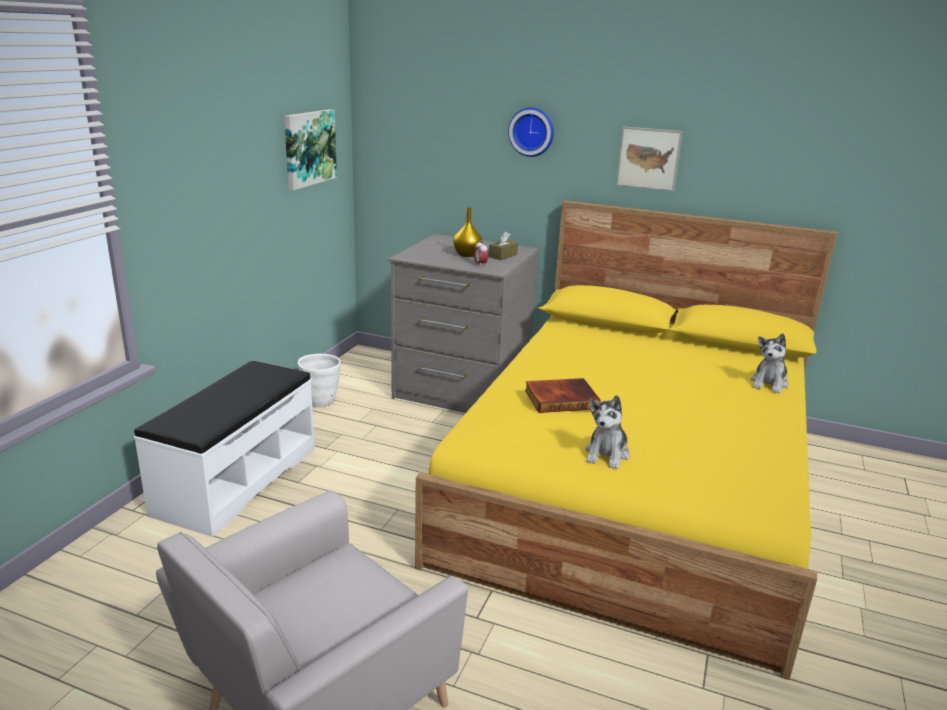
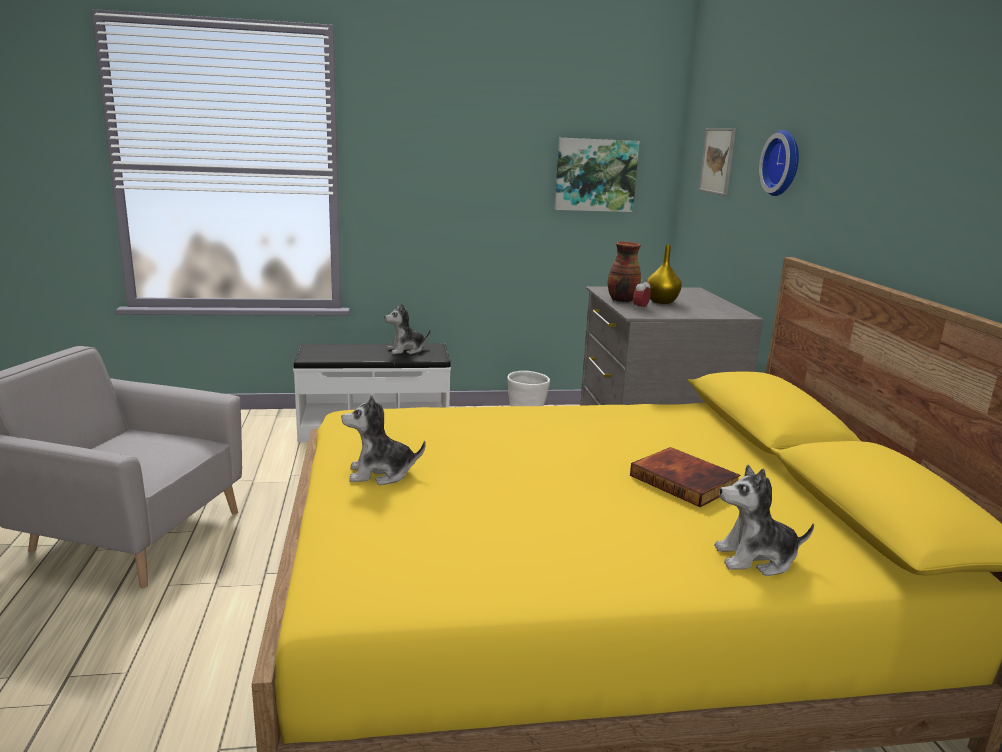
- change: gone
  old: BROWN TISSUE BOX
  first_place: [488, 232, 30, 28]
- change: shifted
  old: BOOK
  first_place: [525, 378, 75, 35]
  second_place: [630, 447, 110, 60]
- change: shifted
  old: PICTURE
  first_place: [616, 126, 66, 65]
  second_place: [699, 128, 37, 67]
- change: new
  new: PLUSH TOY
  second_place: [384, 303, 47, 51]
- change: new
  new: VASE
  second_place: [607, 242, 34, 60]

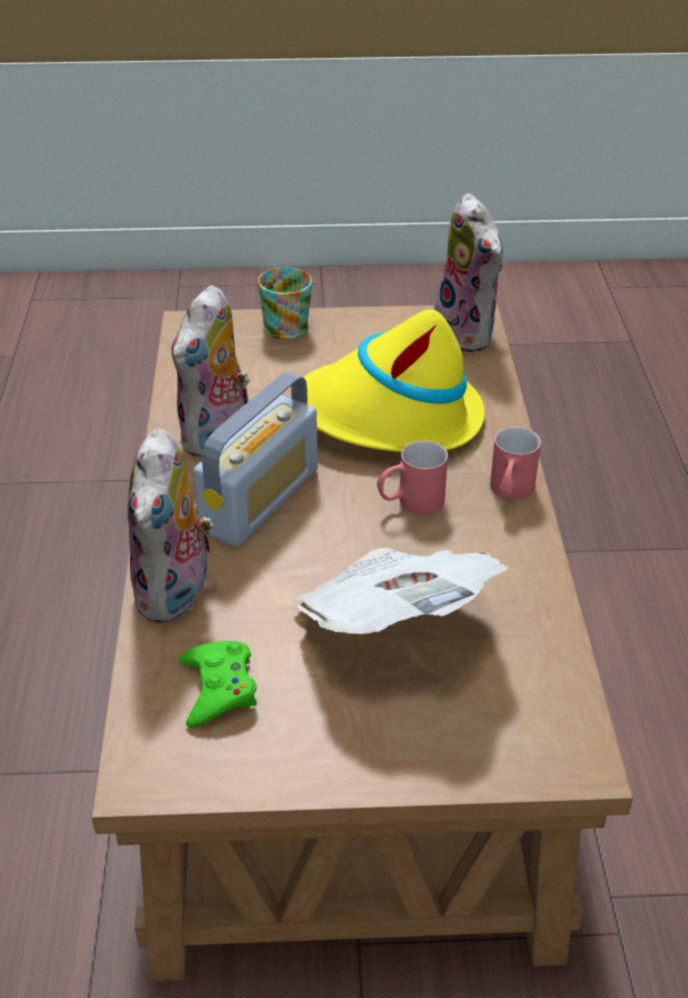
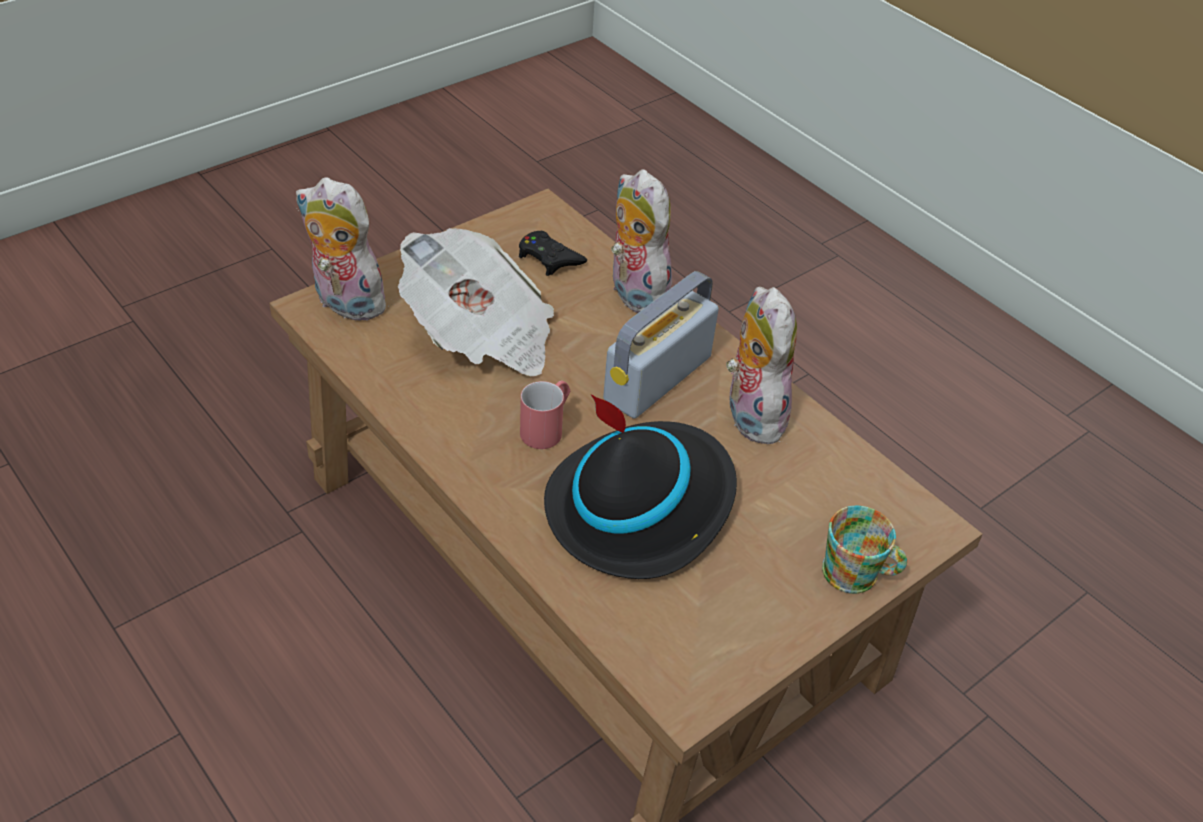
- change: repainted
  old: GREEN GAME CONTROLLER
  new: BLACK GAME CONTROLLER
  first_place: [179, 641, 78, 86]
  second_place: [519, 231, 68, 45]
- change: rotated
  old: RADIO
  first_place: [193, 372, 125, 175]
  second_place: [603, 271, 116, 148]
  degrees: 45
- change: repainted
  old: YELLOW HAT
  new: BLACK HAT
  first_place: [303, 309, 182, 143]
  second_place: [544, 394, 193, 185]
- change: shifted
  old: PLUSH TOY
  first_place: [434, 193, 69, 159]
  second_place: [296, 177, 96, 144]
- change: gone
  old: RED MUG
  first_place: [490, 427, 51, 73]

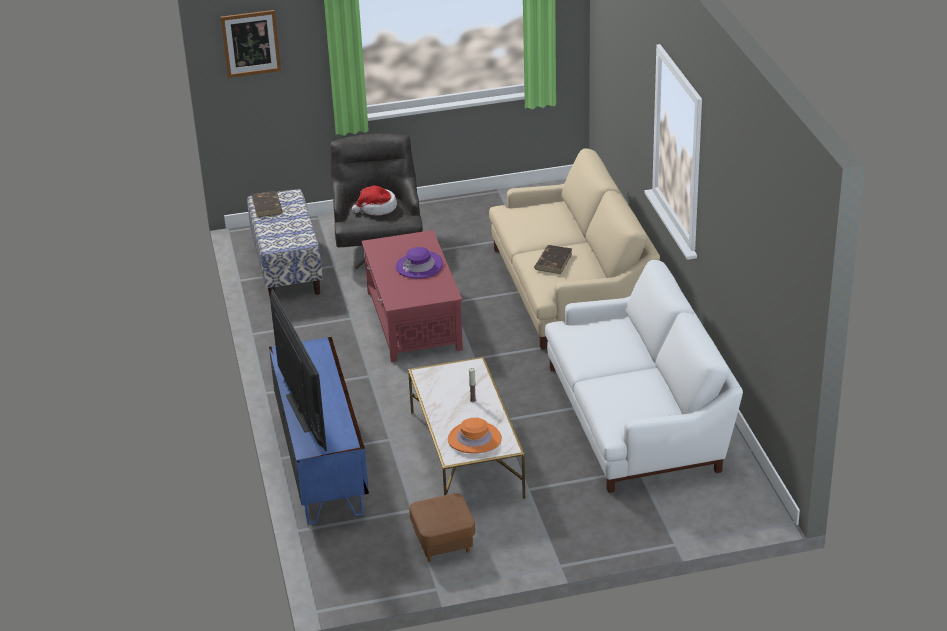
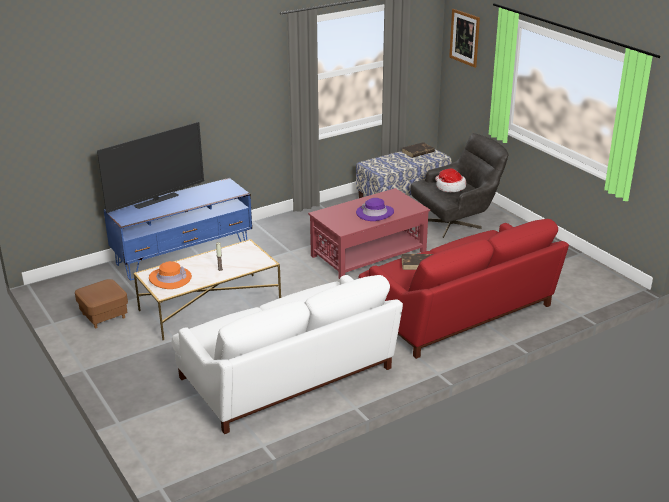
- change: repainted
  old: BEIGE SOFA
  new: RED SOFA
  first_place: [489, 148, 171, 202]
  second_place: [358, 219, 211, 140]

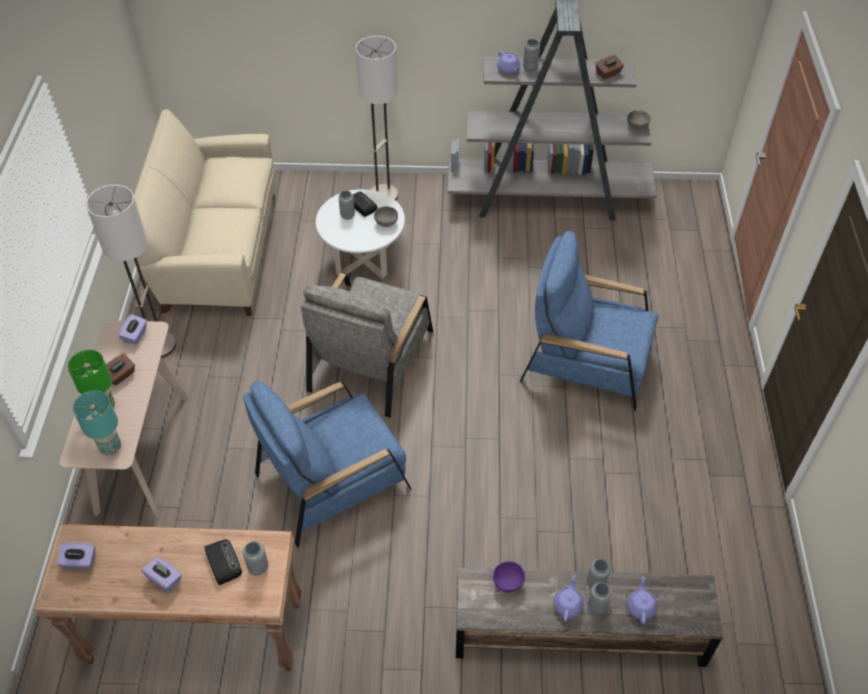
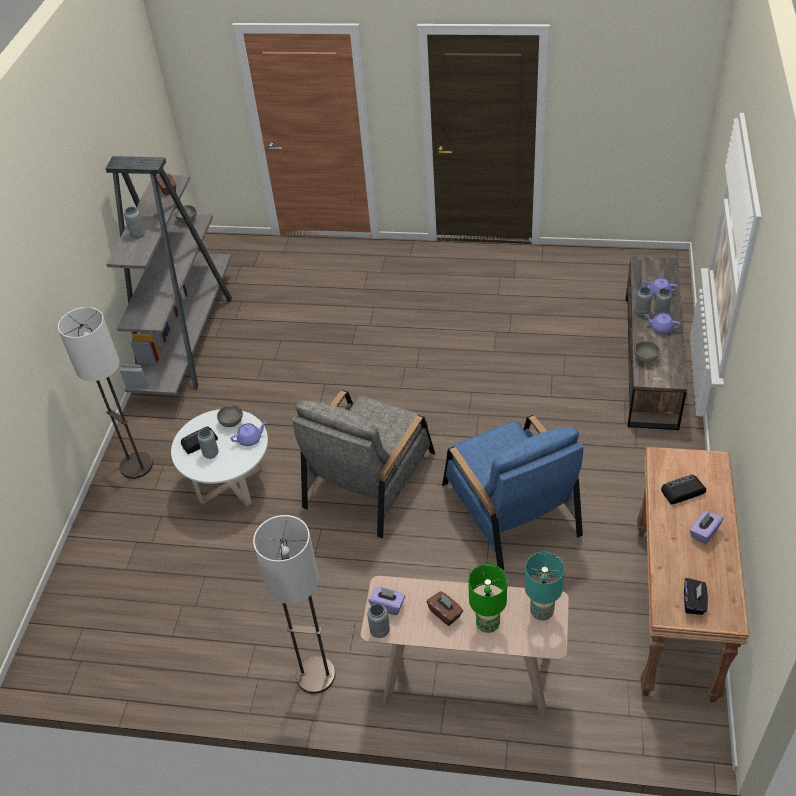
- change: repainted
  old: PURPLE TISSUE BOX
  new: BLACK TISSUE BOX
  first_place: [56, 543, 39, 27]
  second_place: [684, 578, 24, 37]
- change: gone
  old: BEIGE SOFA
  first_place: [134, 109, 142, 207]
- change: shifted
  old: GREY VASE
  first_place: [243, 541, 26, 35]
  second_place: [367, 603, 23, 35]
- change: rotated
  old: GREY ARMCHAIR
  first_place: [301, 272, 132, 146]
  second_place: [292, 390, 143, 148]
  degrees: 90
- change: repainted
  old: PURPLE BOWL
  new: GREY BOWL
  first_place: [493, 561, 32, 32]
  second_place: [634, 341, 26, 22]
- change: shifted
  old: PURPLE TEAPOT
  first_place: [497, 51, 24, 23]
  second_place: [231, 422, 36, 24]
- change: gone
  old: BLUE ARMCHAIR
  first_place: [520, 231, 138, 180]

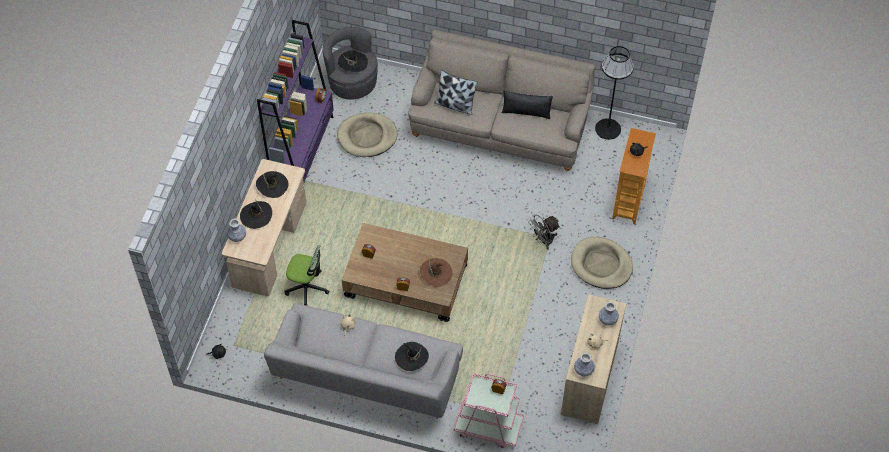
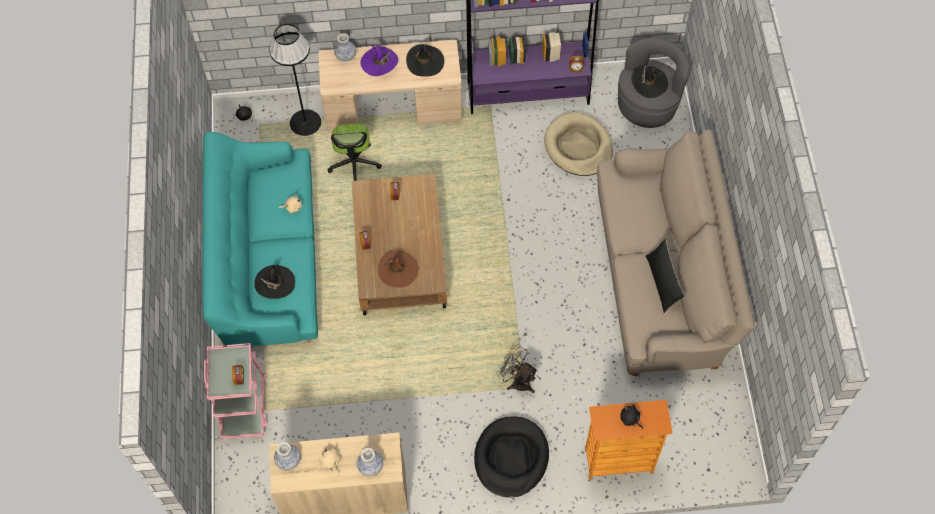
- change: repainted
  old: BLACK HAT
  new: PURPLE HAT
  first_place: [240, 199, 32, 30]
  second_place: [360, 44, 38, 32]
- change: repainted
  old: GREY SOFA
  new: TURQUOISE SOFA
  first_place: [264, 303, 199, 116]
  second_place: [202, 132, 116, 215]
- change: gone
  old: PILLOW
  first_place: [434, 70, 44, 45]
- change: repainted
  old: BEIGE DOG BED
  new: BLACK DOG BED
  first_place: [571, 237, 62, 52]
  second_place: [474, 416, 75, 82]
- change: shifted
  old: BLACK FLOOR LAMP
  first_place: [595, 46, 39, 94]
  second_place: [269, 24, 52, 112]

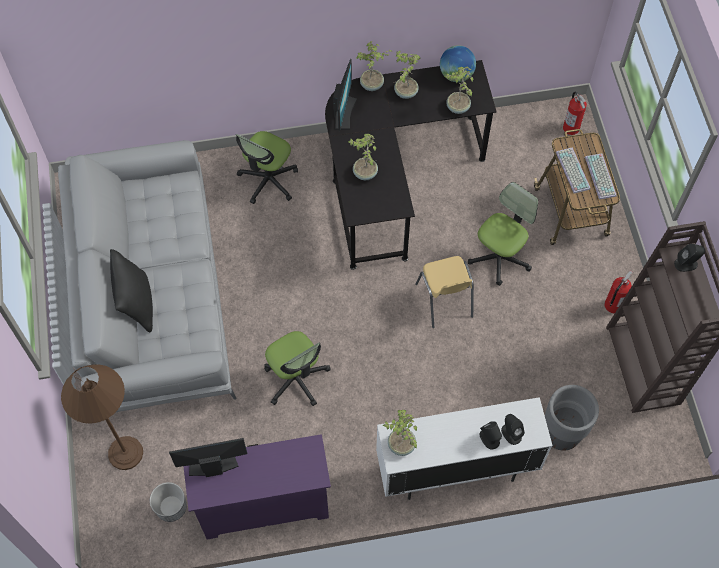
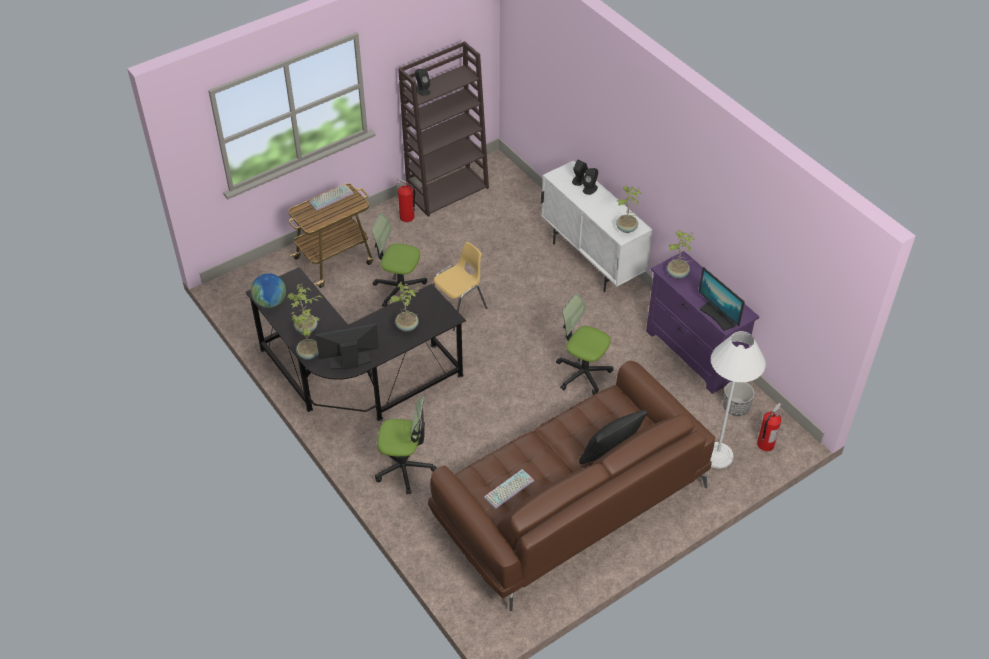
- change: repainted
  old: GREY SOFA
  new: BROWN SOFA
  first_place: [58, 140, 178, 273]
  second_place: [428, 361, 287, 250]
- change: repainted
  old: BROWN FLOOR LAMP
  new: WHITE FLOOR LAMP
  first_place: [61, 364, 82, 106]
  second_place: [710, 331, 56, 138]
- change: rotated
  old: OFFICE CHAIR
  first_place: [264, 331, 67, 75]
  second_place: [556, 293, 57, 102]
  degrees: -90
- change: shifted
  old: POTTED PLANT
  first_place: [444, 66, 29, 48]
  second_place: [667, 230, 28, 49]
- change: gone
  old: GREY PLANTER
  first_place: [545, 385, 54, 66]
- change: shifted
  old: KEYBOARD
  first_place: [556, 147, 35, 47]
  second_place: [484, 469, 50, 40]
- change: shifted
  old: FIRE EXTINGUISHER
  first_place: [563, 91, 24, 44]
  second_place: [757, 403, 25, 48]

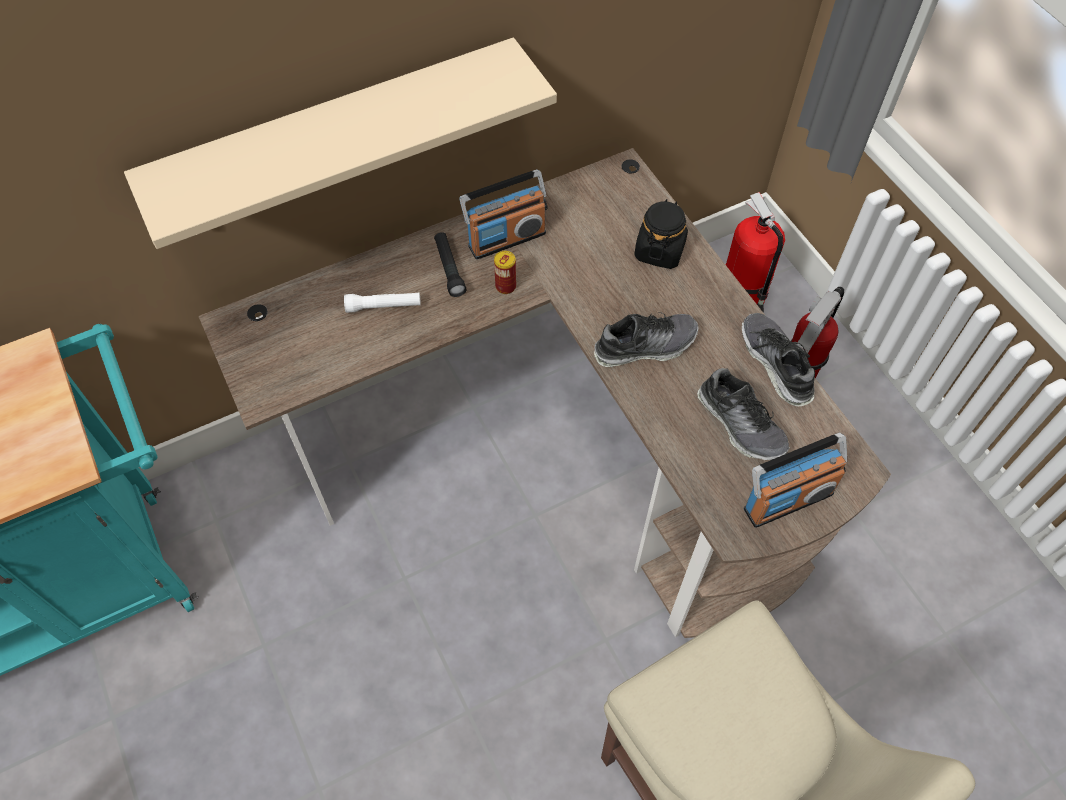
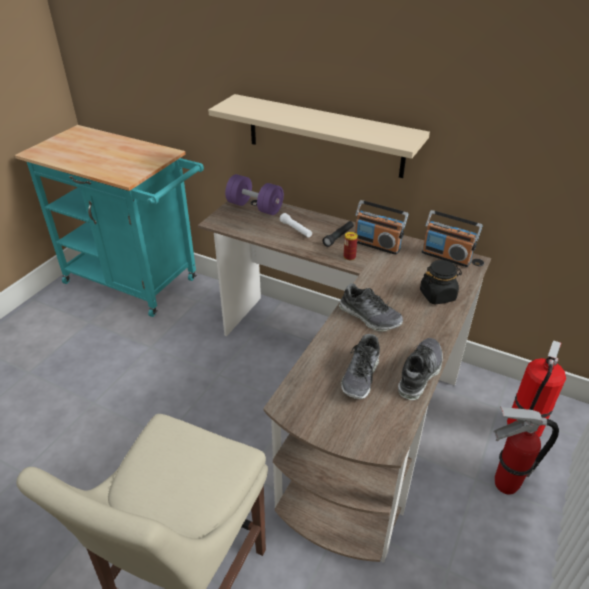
- change: shifted
  old: RADIO
  first_place: [744, 432, 103, 96]
  second_place: [422, 210, 61, 57]
- change: new
  new: PURPLE DUMBBELL
  second_place: [225, 174, 59, 41]

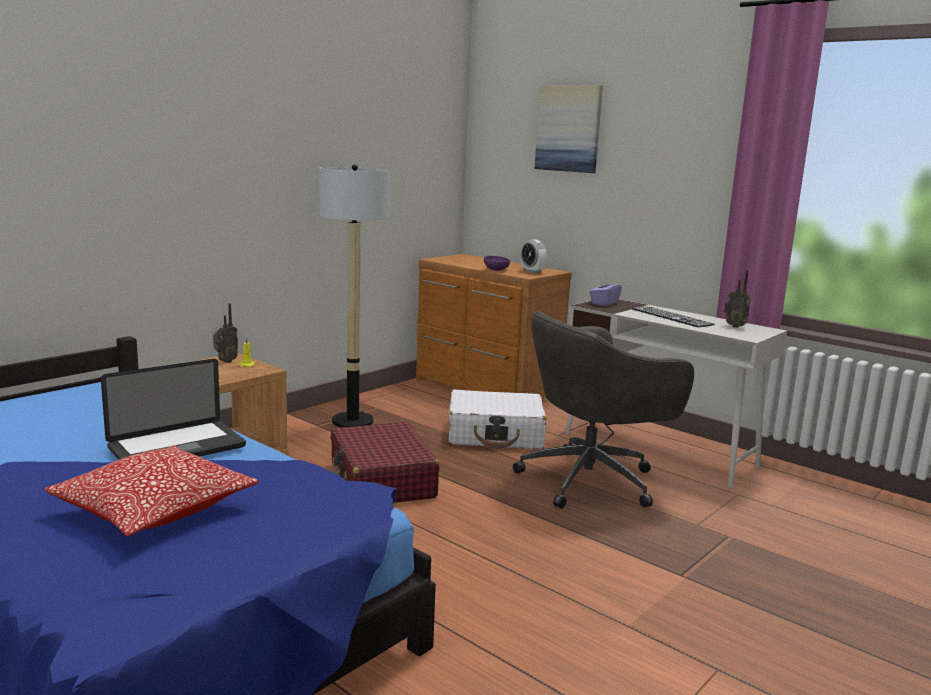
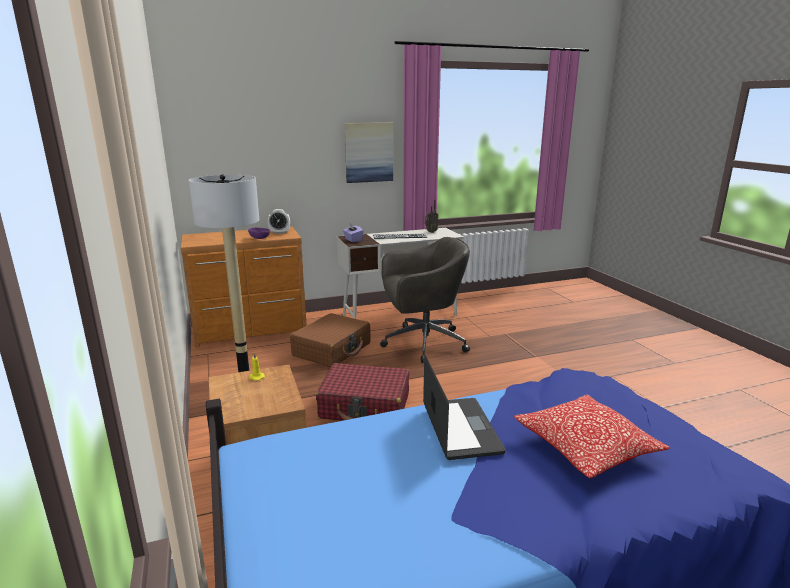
- change: gone
  old: RADIO
  first_place: [213, 303, 25, 60]
- change: repainted
  old: WHITE SUITCASE
  new: BROWN SUITCASE
  first_place: [449, 390, 97, 59]
  second_place: [290, 313, 81, 54]
- change: rotated
  old: GREY OFFICE CHAIR
  first_place: [513, 311, 181, 198]
  second_place: [380, 237, 90, 126]
  degrees: -105
- change: shifted
  old: PICTURE
  first_place: [535, 85, 68, 88]
  second_place: [345, 123, 48, 60]

